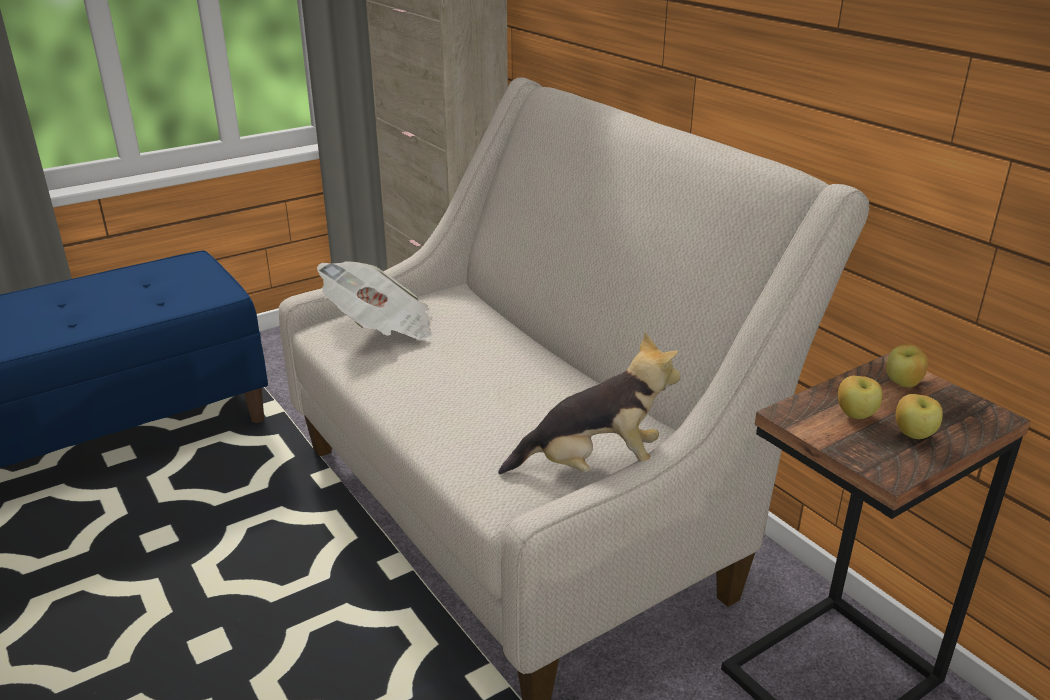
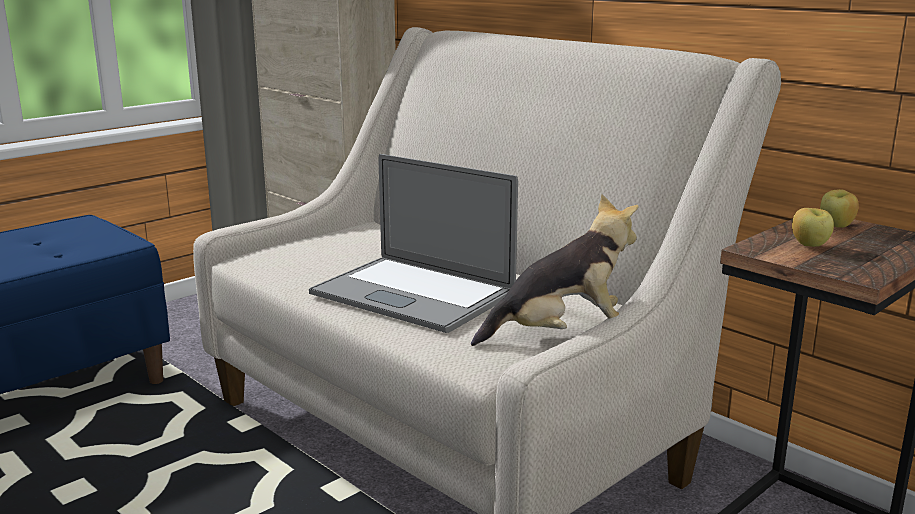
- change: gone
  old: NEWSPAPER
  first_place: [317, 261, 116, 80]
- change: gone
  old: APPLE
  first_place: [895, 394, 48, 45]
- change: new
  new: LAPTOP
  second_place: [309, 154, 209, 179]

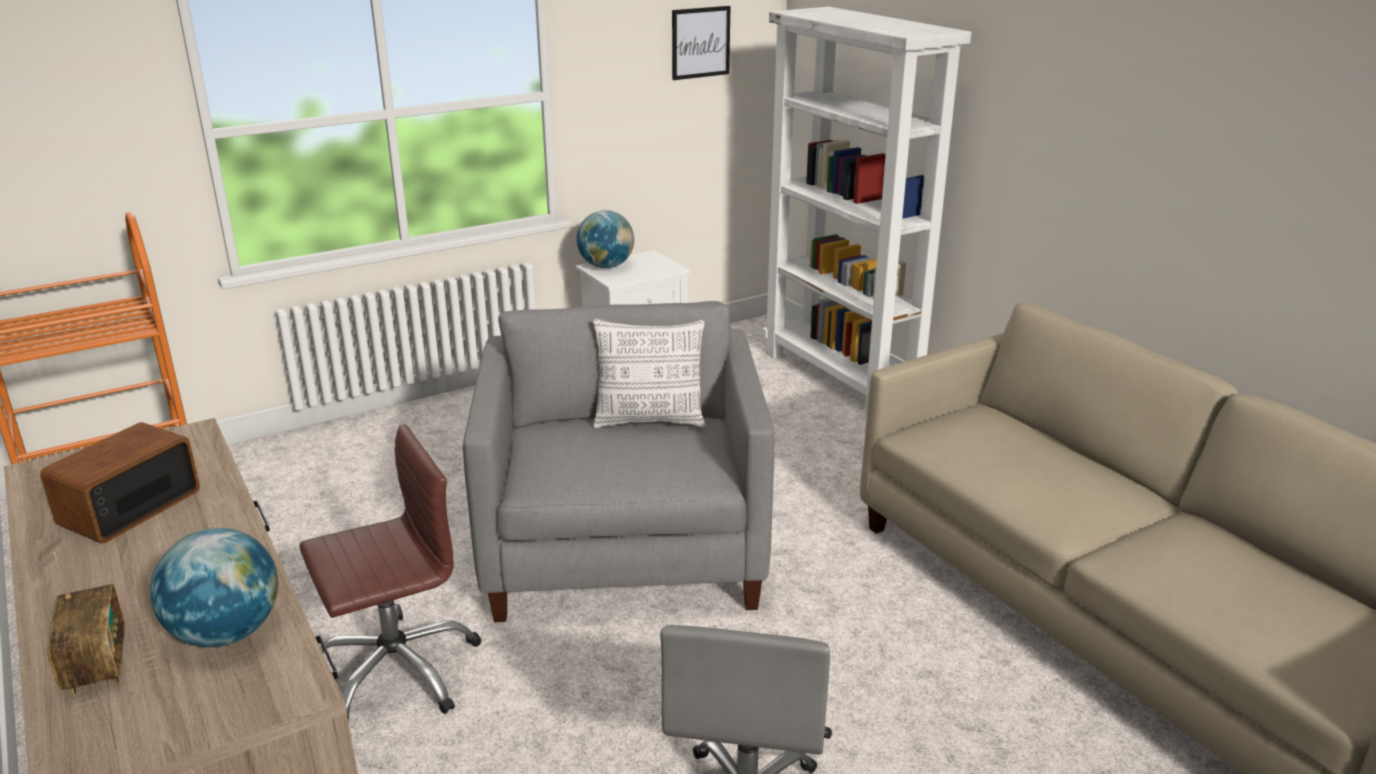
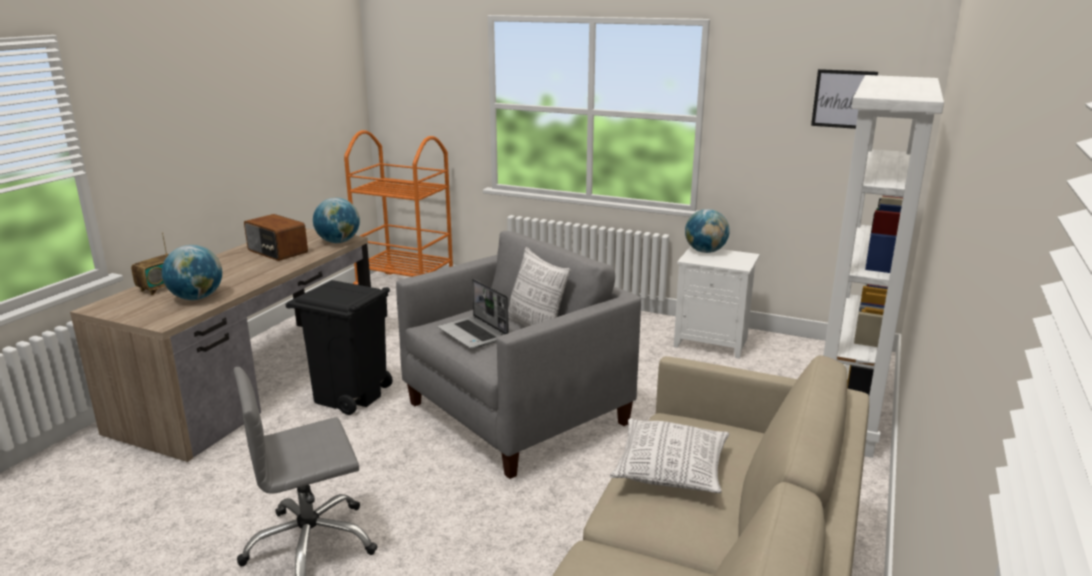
- change: rotated
  old: RADIO
  first_place: [40, 422, 160, 122]
  second_place: [244, 214, 64, 47]
  degrees: -135
- change: swapped
  old: BROWN OFFICE CHAIR
  new: BLACK TRASH CAN
  first_place: [299, 424, 182, 298]
  second_place: [285, 280, 108, 135]
- change: new
  new: GLOBE
  second_place: [313, 198, 47, 45]
- change: new
  new: LAPTOP
  second_place: [438, 278, 71, 71]
- change: new
  new: PILLOW
  second_place: [610, 419, 119, 74]

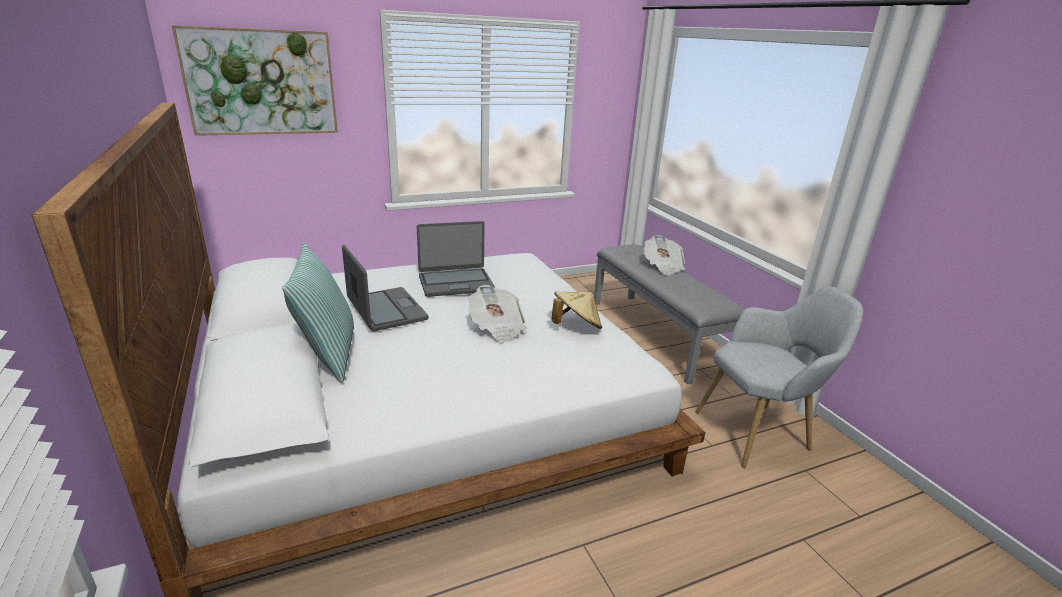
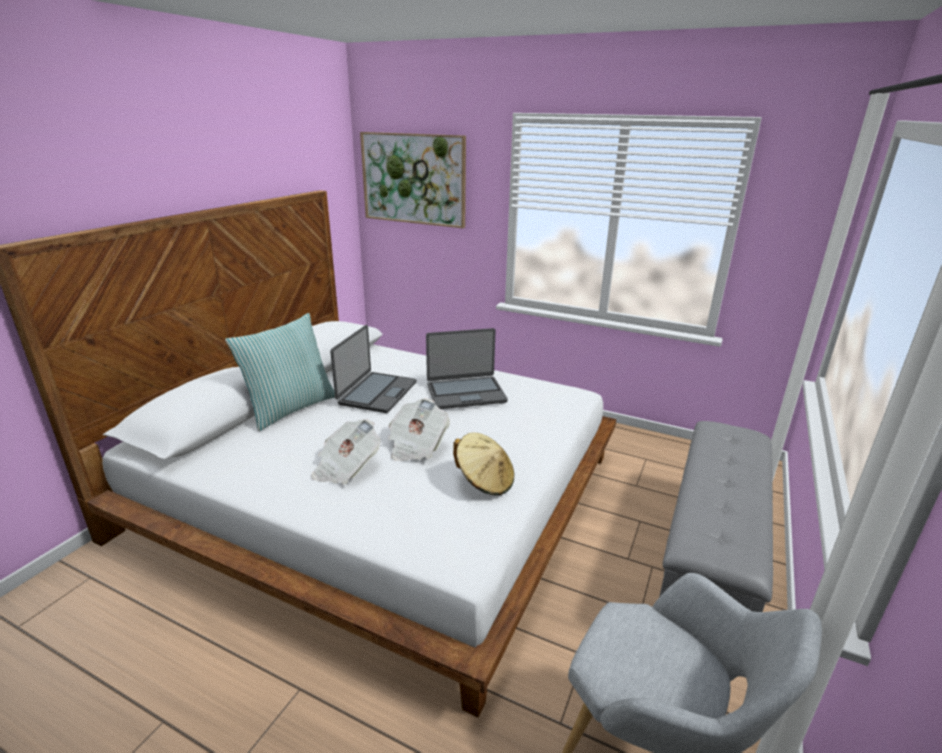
- change: rotated
  old: LAPTOP
  first_place: [417, 221, 78, 76]
  second_place: [426, 328, 82, 81]
  degrees: -45
- change: shifted
  old: NEWSPAPER
  first_place: [644, 235, 41, 41]
  second_place: [311, 419, 70, 66]

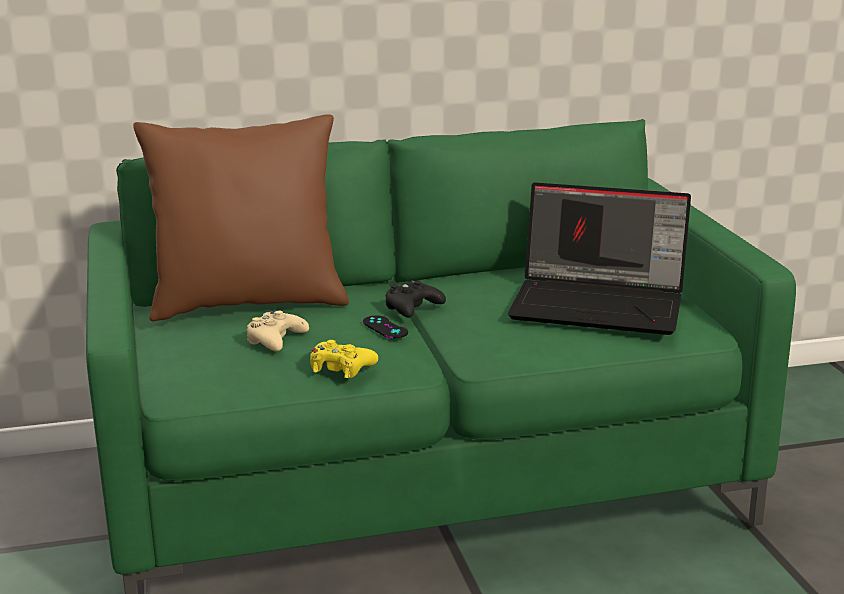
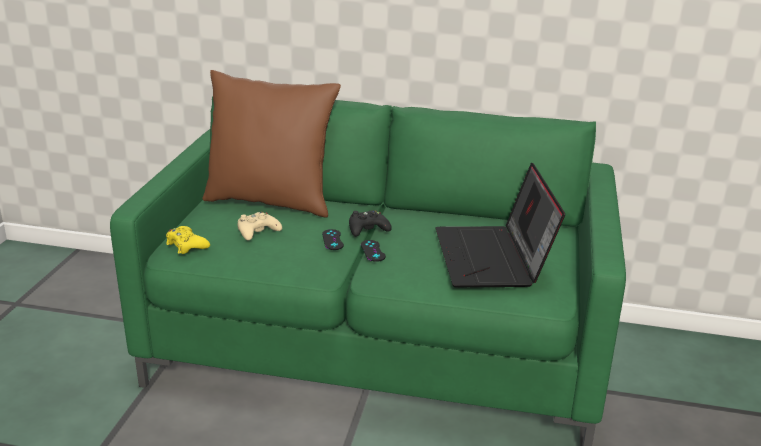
- change: shifted
  old: YELLOW GAME CONTROLLER
  first_place: [310, 340, 68, 38]
  second_place: [166, 226, 44, 28]
- change: rotated
  old: LAPTOP
  first_place: [508, 183, 183, 152]
  second_place: [435, 163, 130, 125]
  degrees: 45
- change: new
  new: BLACK GAME CONTROLLER
  second_place: [361, 240, 25, 22]

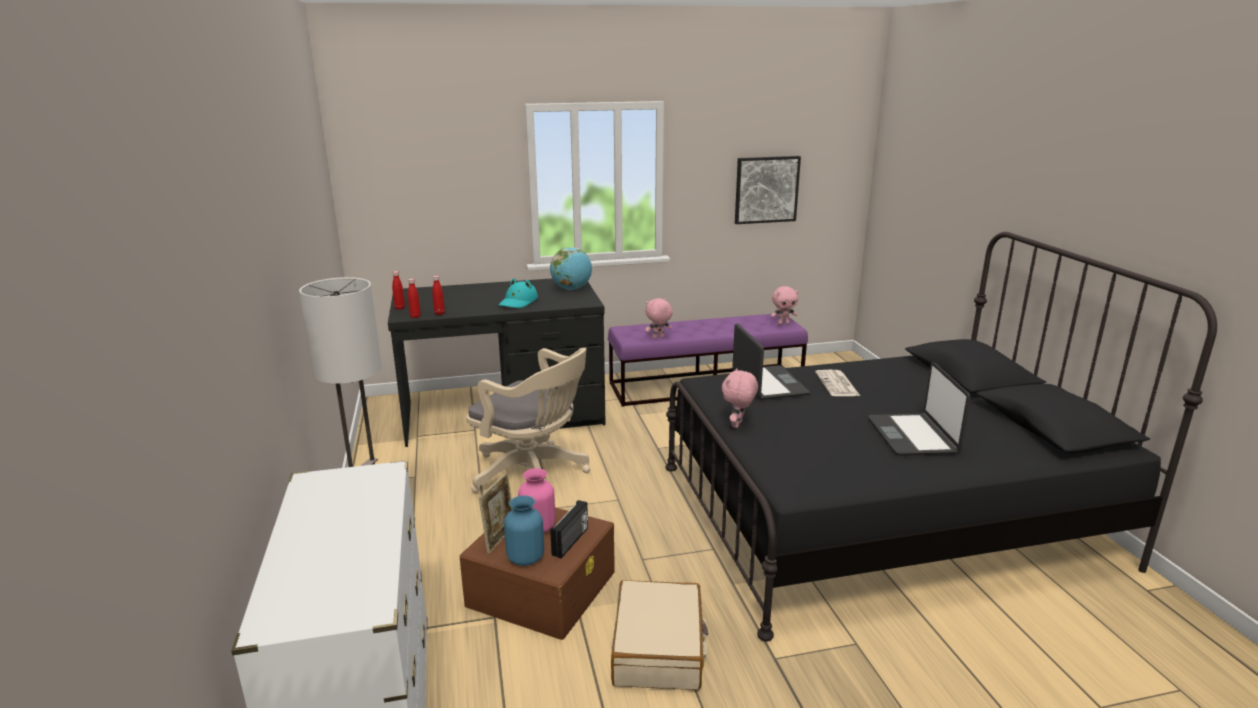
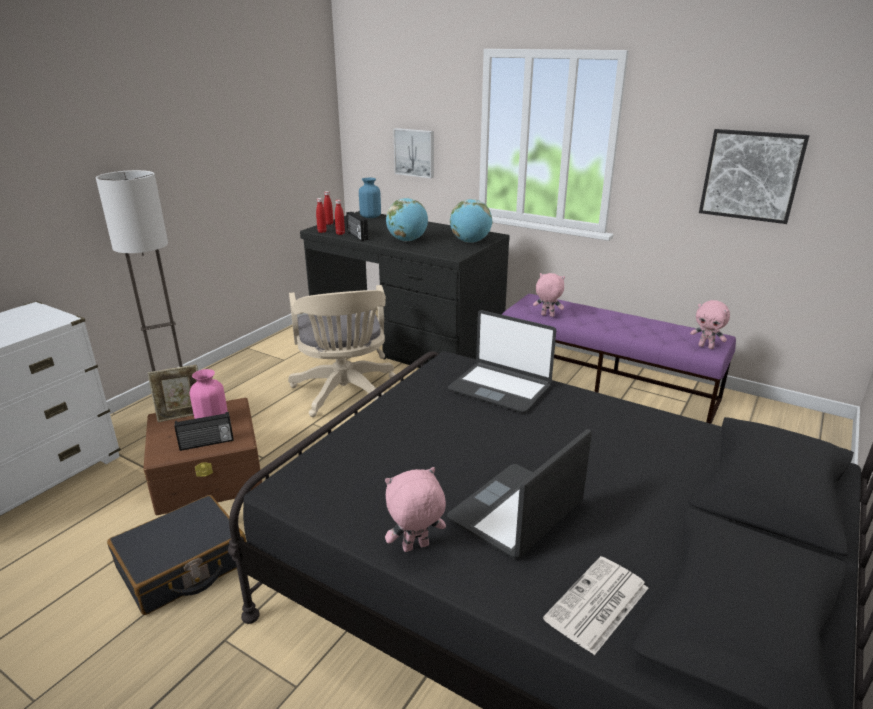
- change: swapped
  old: TURQUOISE HAT
  new: GLOBE
  first_place: [498, 278, 40, 30]
  second_place: [386, 198, 42, 44]
- change: shifted
  old: BLUE VASE
  first_place: [504, 496, 40, 70]
  second_place: [359, 178, 22, 40]
- change: repainted
  old: BEIGE SUITCASE
  new: BLACK SUITCASE
  first_place: [611, 580, 97, 111]
  second_place: [107, 495, 139, 120]
- change: shifted
  old: PINK PLUSH TOY
  first_place: [722, 368, 36, 60]
  second_place: [385, 467, 61, 85]
- change: rotated
  old: LAPTOP
  first_place: [732, 323, 78, 77]
  second_place: [448, 310, 108, 103]
  degrees: 90
- change: shifted
  old: NEWSPAPER
  first_place: [815, 370, 45, 26]
  second_place: [543, 556, 105, 99]
- change: new
  new: RADIO
  second_place: [346, 212, 22, 29]
- change: new
  new: PICTURE
  second_place: [393, 128, 41, 50]

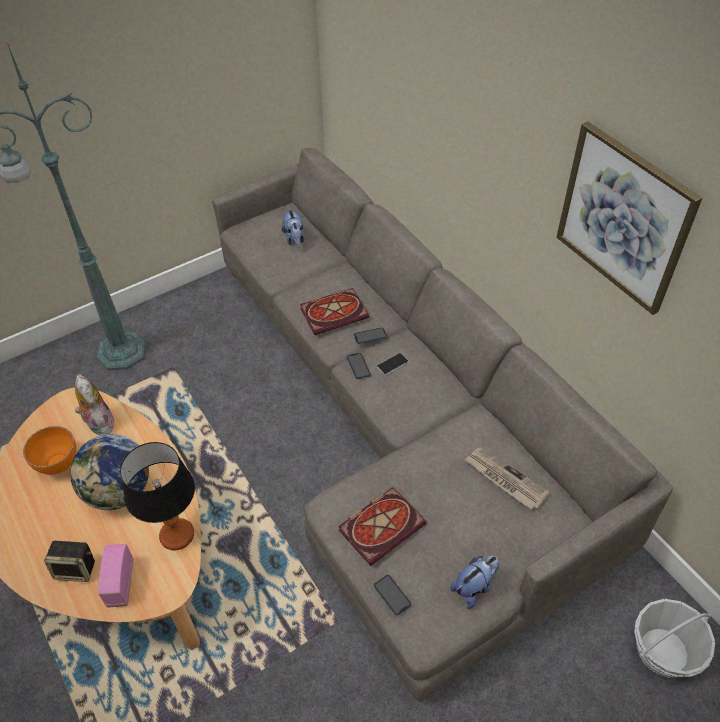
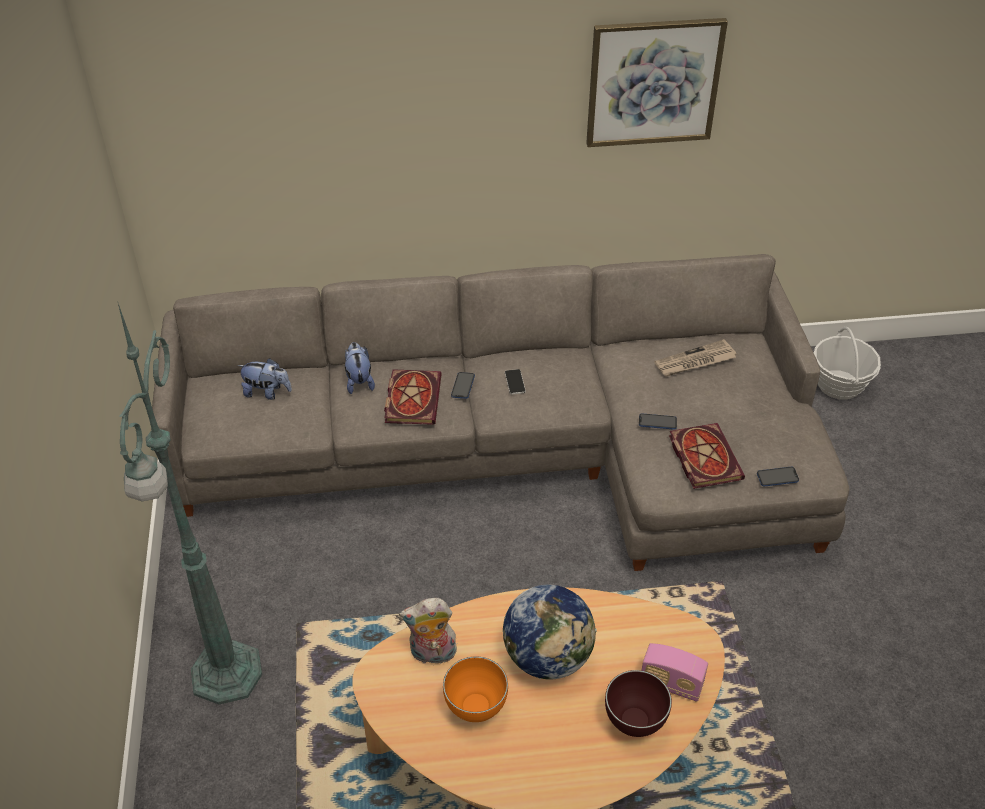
- change: swapped
  old: SPEAKER
  new: BROWN BOWL
  first_place: [44, 540, 51, 42]
  second_place: [605, 670, 67, 67]
- change: gone
  old: TABLE LAMP
  first_place: [120, 442, 75, 108]
- change: shifted
  old: PHONE
  first_place: [347, 353, 24, 26]
  second_place: [639, 413, 38, 17]
- change: shifted
  old: PLUSH TOY
  first_place: [450, 556, 49, 53]
  second_place: [345, 342, 30, 52]

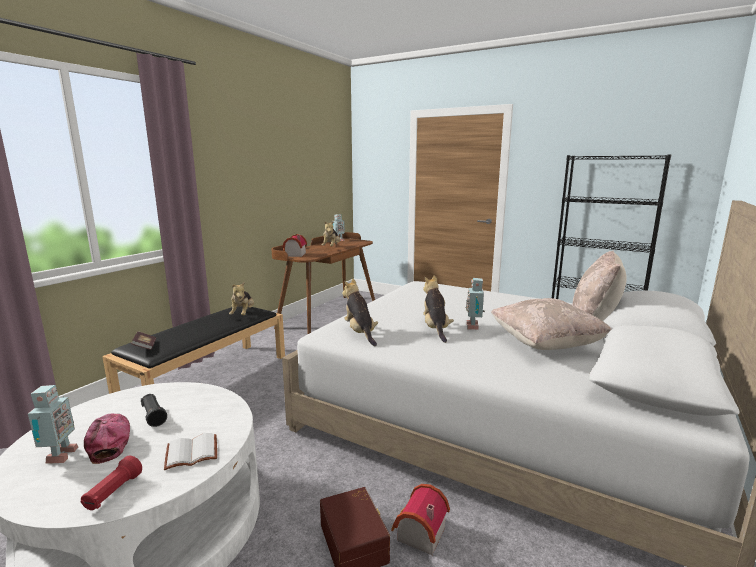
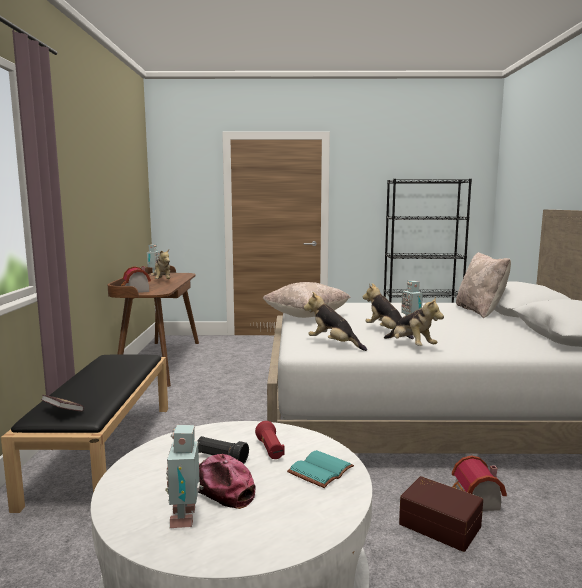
- change: rotated
  old: TOY ROBOT
  first_place: [28, 385, 50, 79]
  second_place: [165, 425, 38, 103]
  degrees: -150
- change: shifted
  old: RED FLASHLIGHT
  first_place: [81, 456, 61, 54]
  second_place: [255, 421, 30, 38]
- change: repainted
  old: WHITE BOOK
  new: TURQUOISE BOOK
  first_place: [164, 433, 53, 37]
  second_place: [287, 450, 67, 38]
- change: shifted
  old: PLUSH TOY
  first_place: [229, 282, 25, 33]
  second_place: [384, 296, 60, 50]
- change: shifted
  old: BEIGE PILLOW
  first_place: [491, 298, 121, 52]
  second_place: [263, 282, 88, 36]

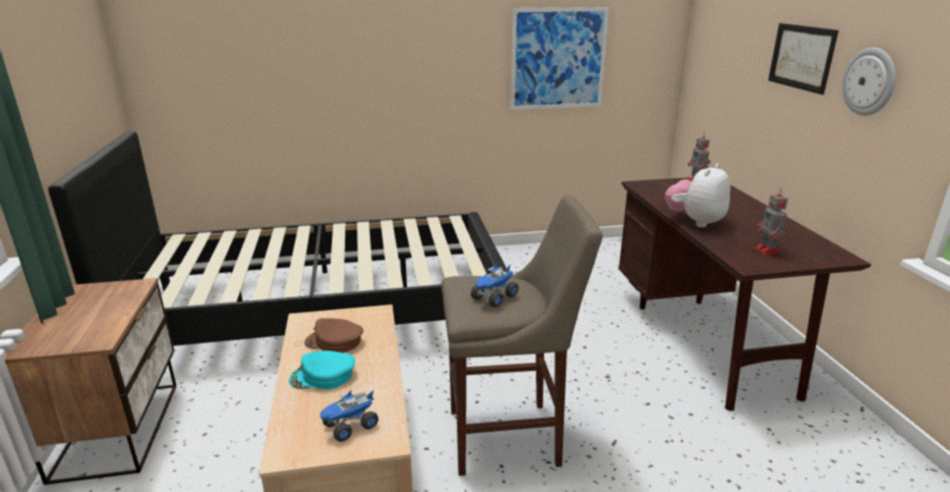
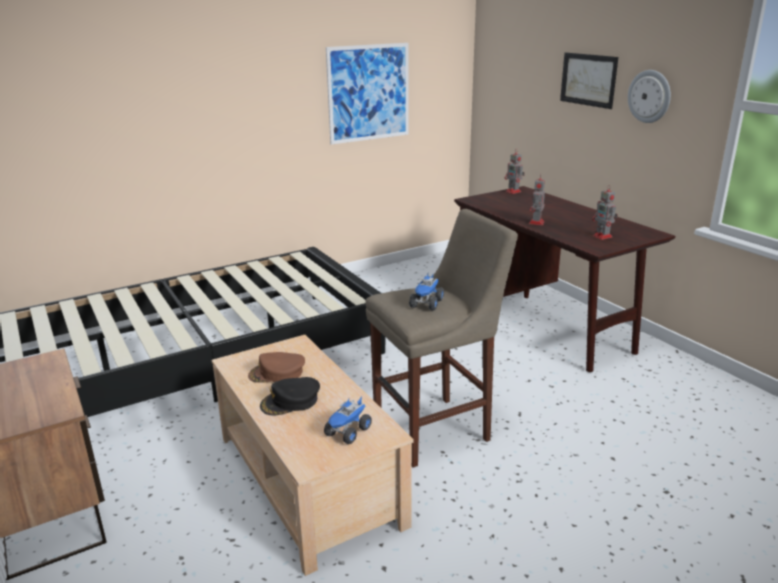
- change: repainted
  old: TURQUOISE CAP
  new: BLACK CAP
  first_place: [289, 351, 66, 38]
  second_place: [260, 377, 60, 39]
- change: swapped
  old: PLUSH TOY
  new: TOY ROBOT
  first_place: [665, 164, 65, 64]
  second_place: [529, 174, 16, 51]

